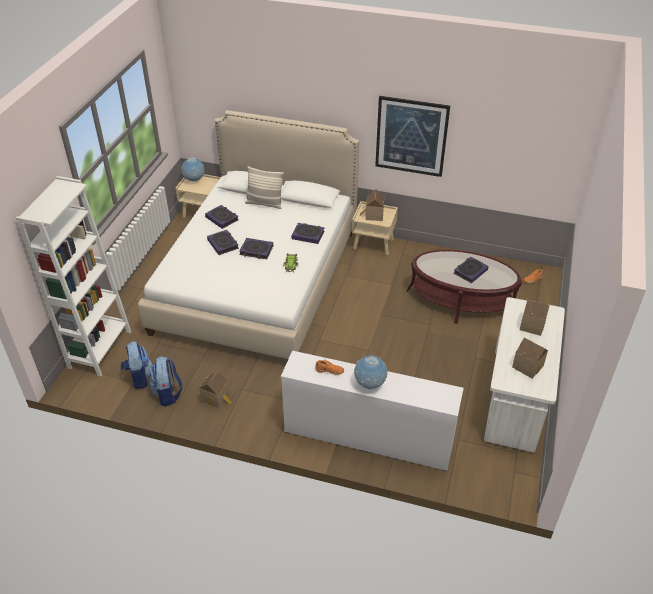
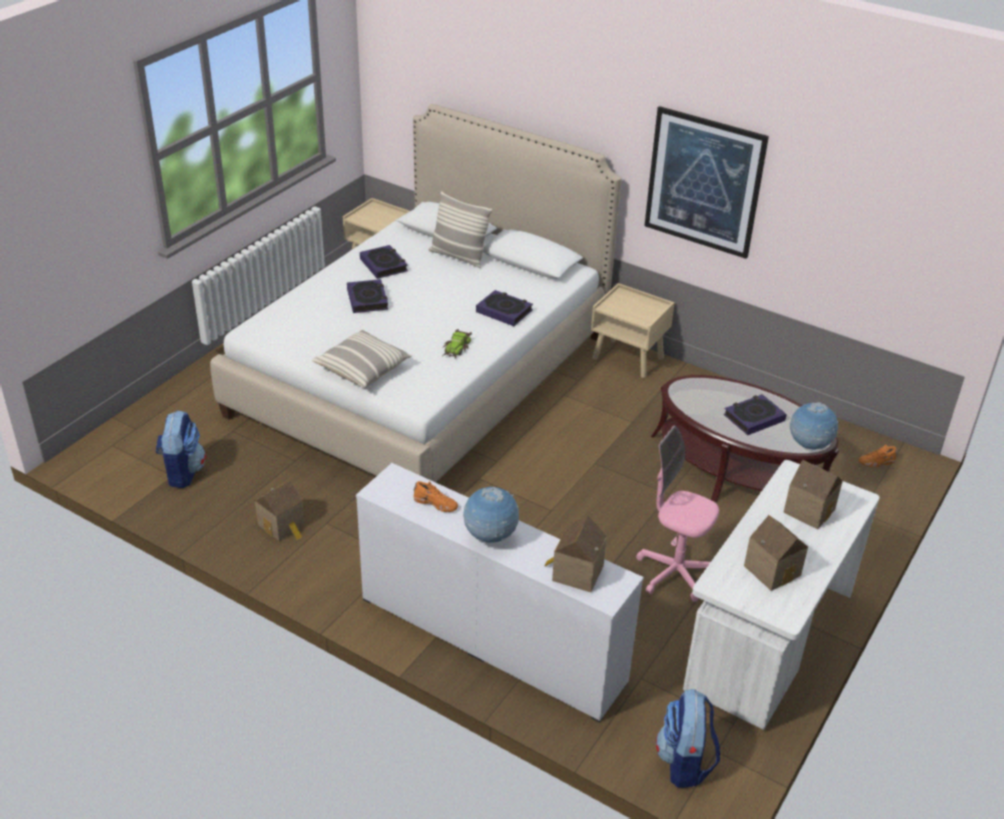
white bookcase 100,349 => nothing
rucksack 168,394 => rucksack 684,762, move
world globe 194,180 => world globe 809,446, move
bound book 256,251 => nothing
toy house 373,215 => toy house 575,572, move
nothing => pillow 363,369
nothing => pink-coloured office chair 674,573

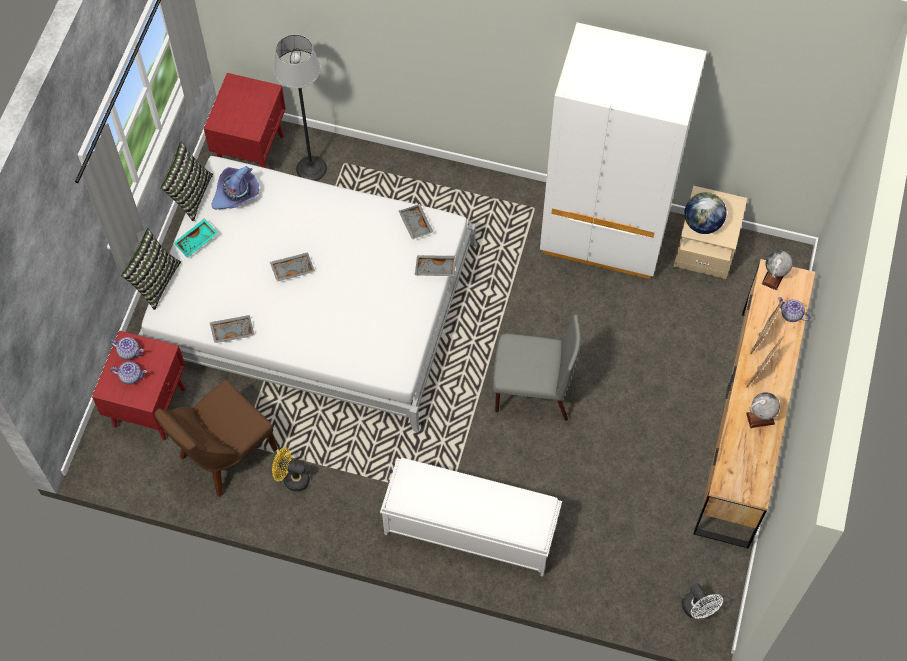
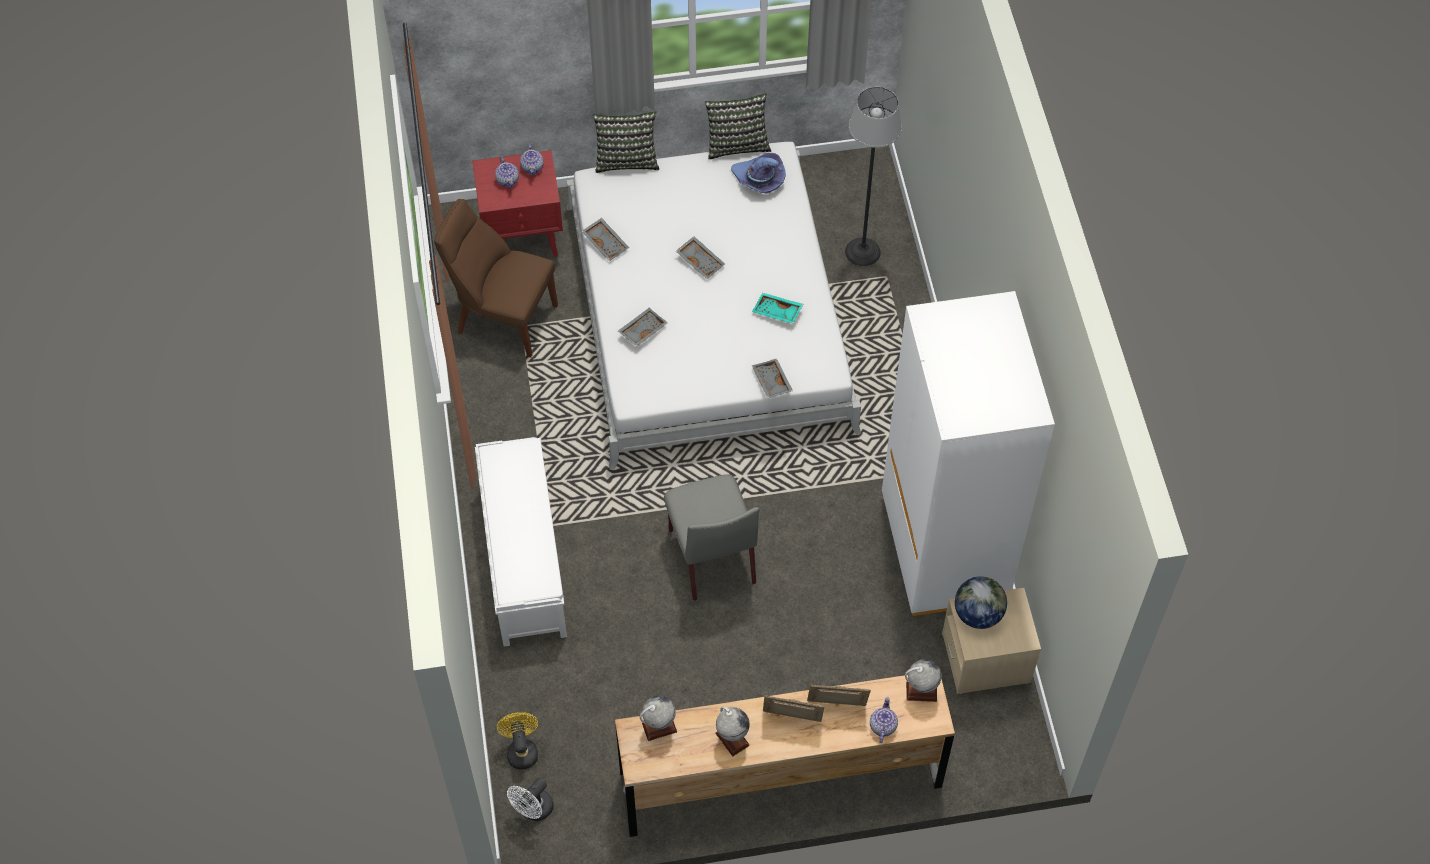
turquoise serving tray 197,241 => turquoise serving tray 777,312, move
reddish nightstand 252,151 => nothing
yellow electric fan 292,479 => yellow electric fan 521,750, move
greyish serving tray 415,224 => greyish serving tray 642,330, move
nothing => world globe 659,727

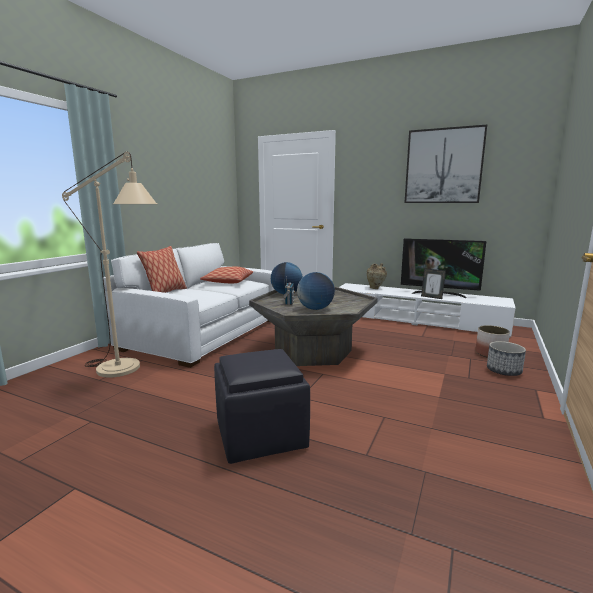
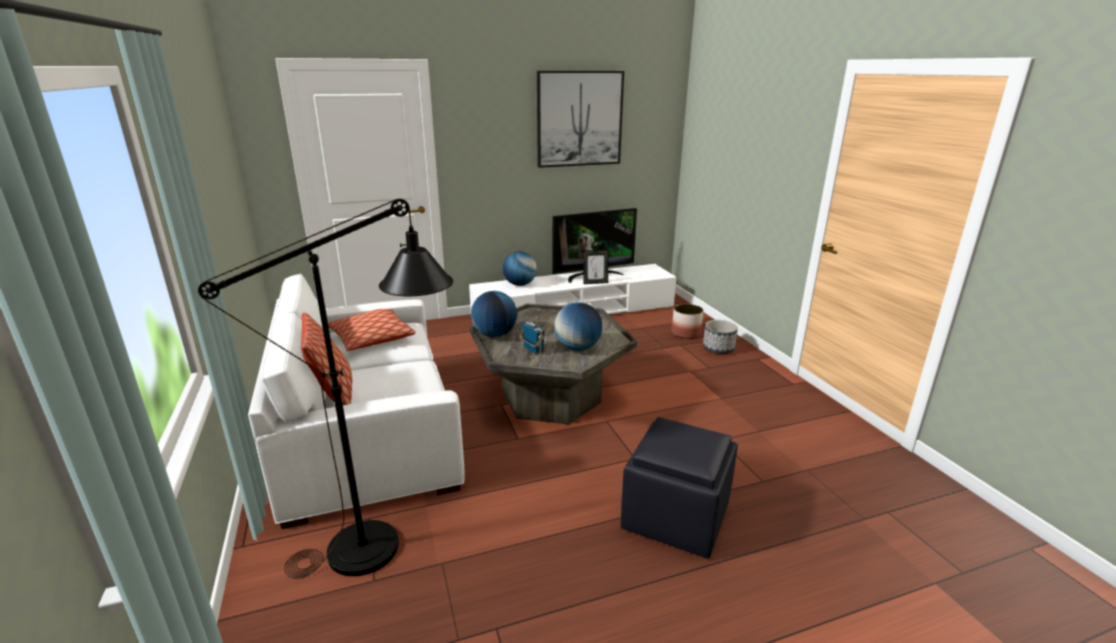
beige standing lamp 127,371 => blackish standing lamp 384,544
beige vase 375,288 => world globe 520,284

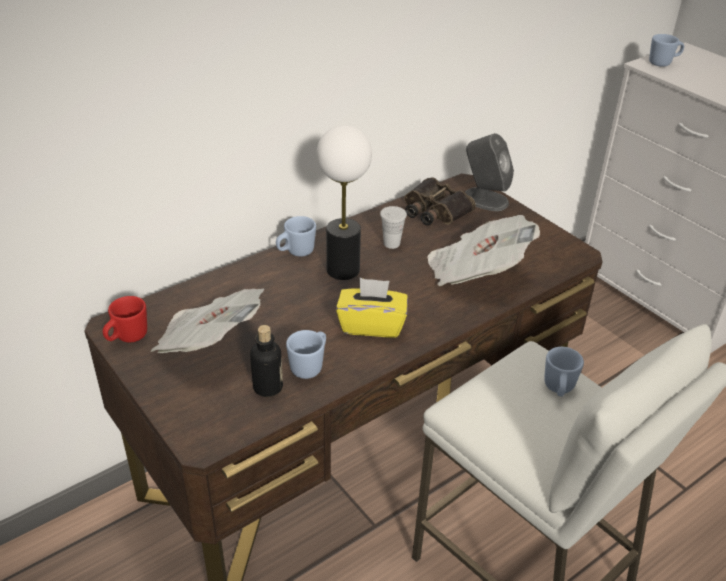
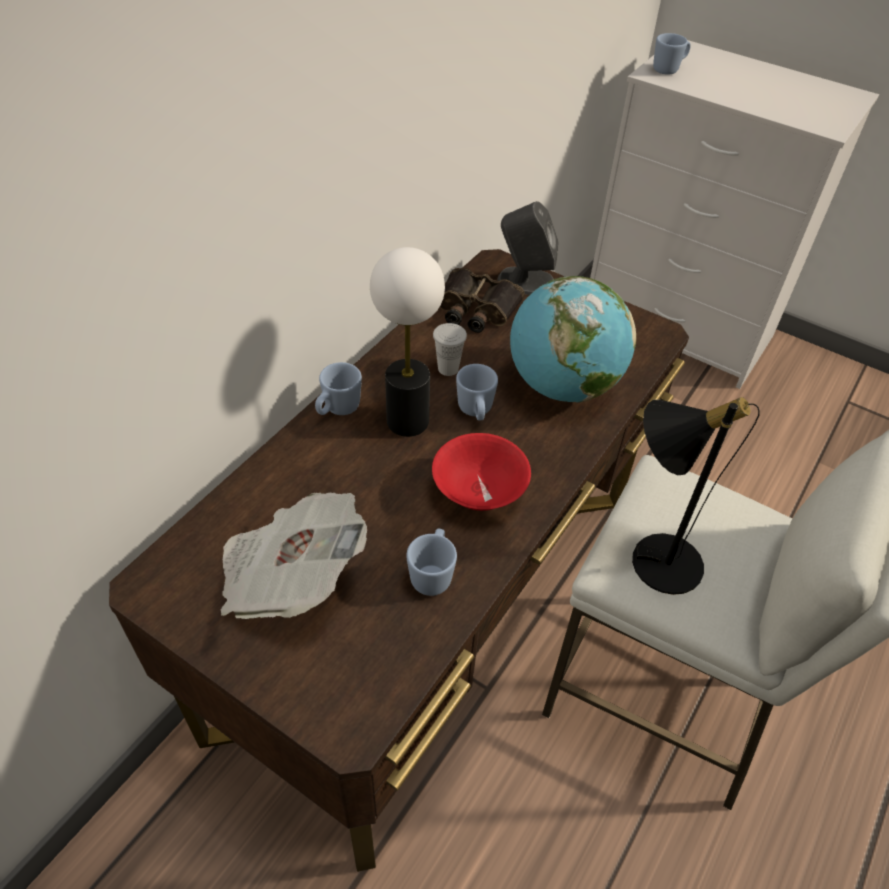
reddish tea mug 127,338 => nothing
beverage bottle 268,387 => nothing
yellow tissue box 371,325 => reddish deep dish 478,492
printed paper 476,272 => world globe 562,385
blue tea mug 558,389 => blue tea mug 475,412, move
nothing => blackish lamp for a table 654,555

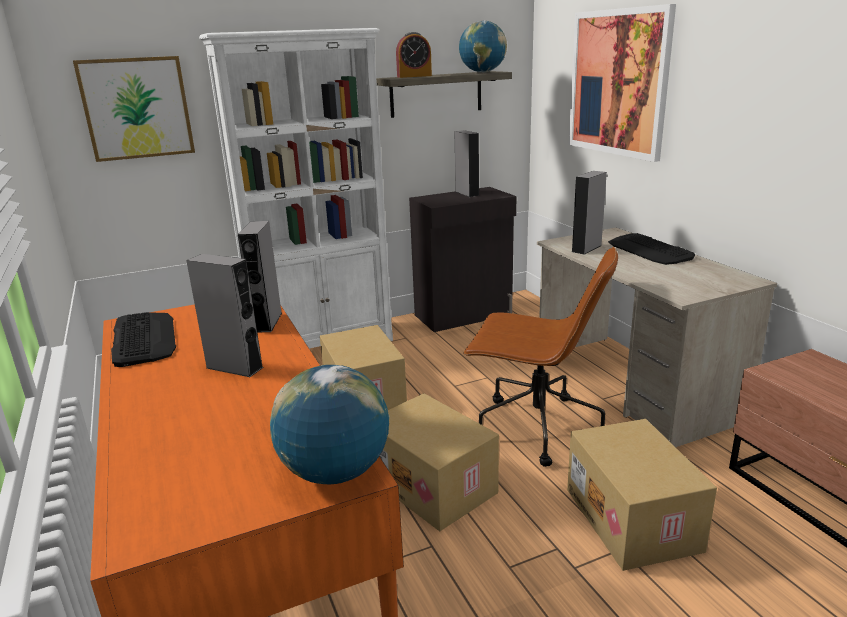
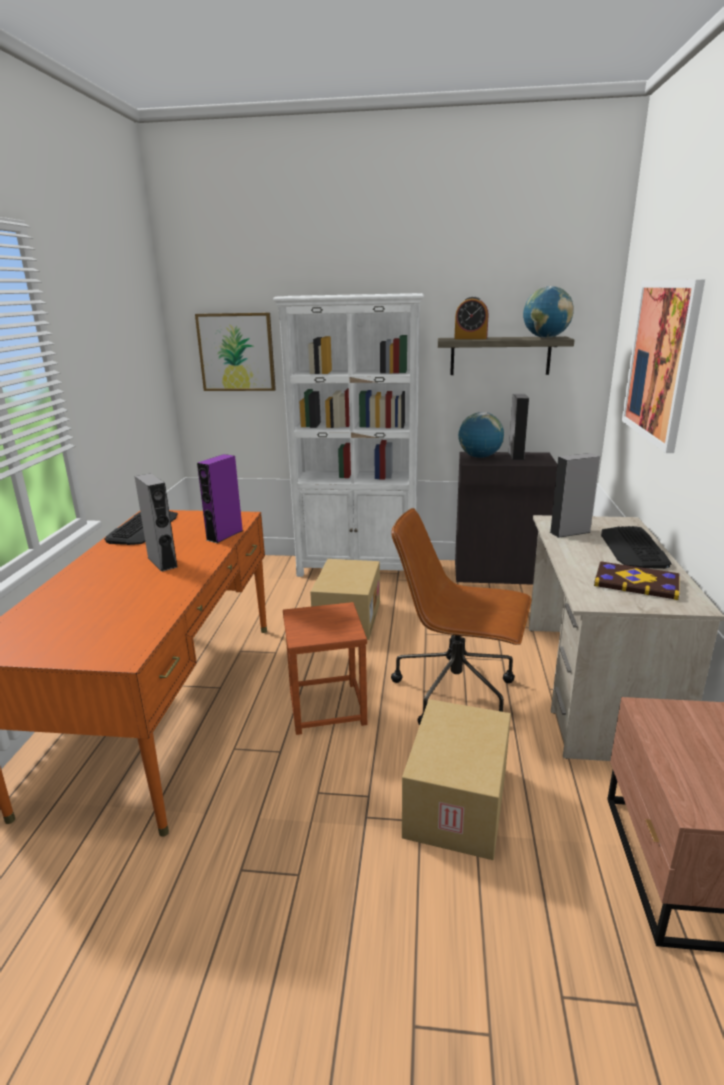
greyish audio speaker 267,322 => purple audio speaker 224,535
world globe 335,472 => world globe 479,457, move
carton 434,485 => brown-coloured stool seat 328,707
brown-coloured office chair 535,427 => brown-coloured office chair 457,692, 150 degrees clockwise
nothing => bound book 636,582

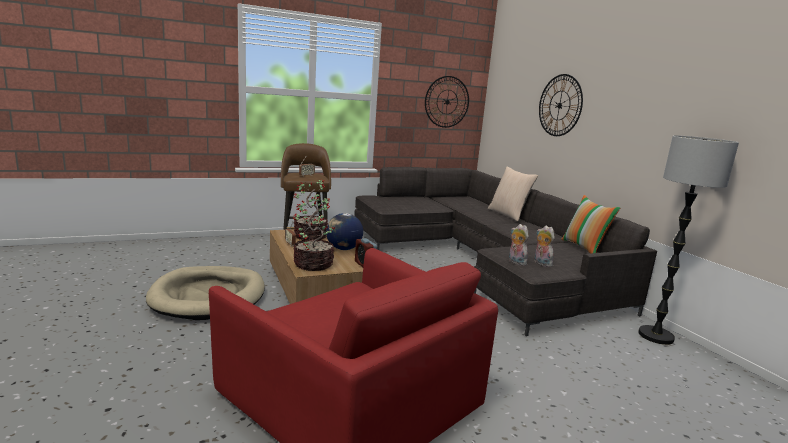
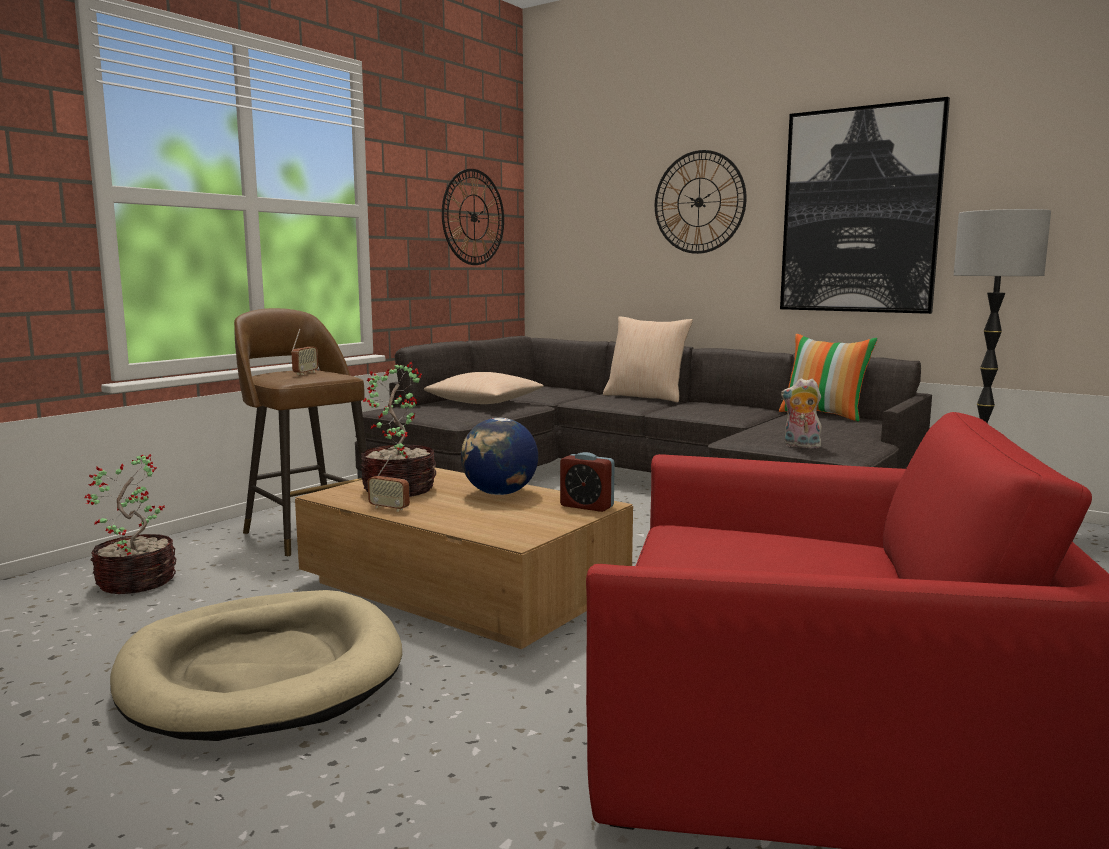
plant in a pot 314,264 => plant in a pot 137,581, move
cuddly toy 541,263 => nothing
nothing => beige pillow 484,402
nothing => wall art 860,211

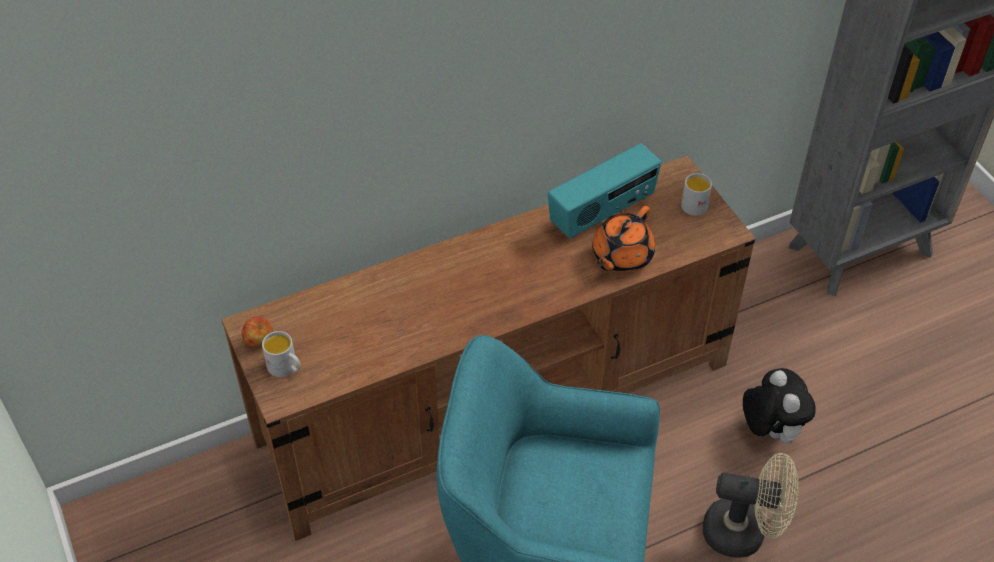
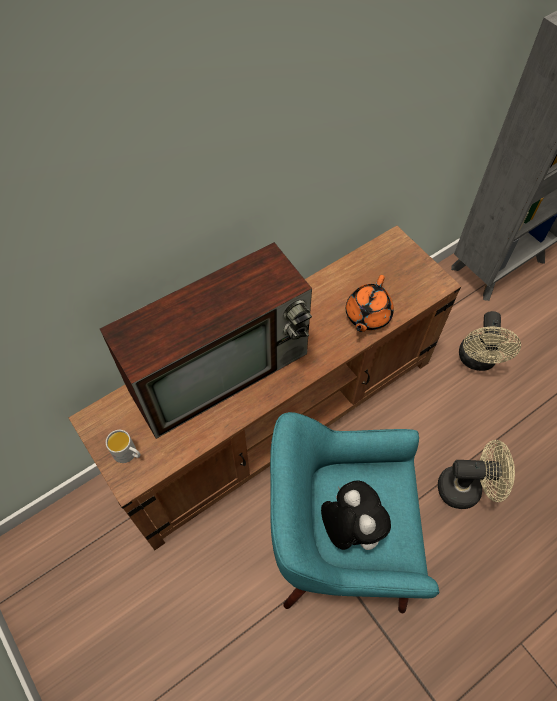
apple 259,341 => nothing
radio 602,213 => nothing
white tea mug 695,203 => nothing
cuddly toy 770,430 => cuddly toy 349,528, move
nothing => television 221,369
nothing => beige electric fan 477,361

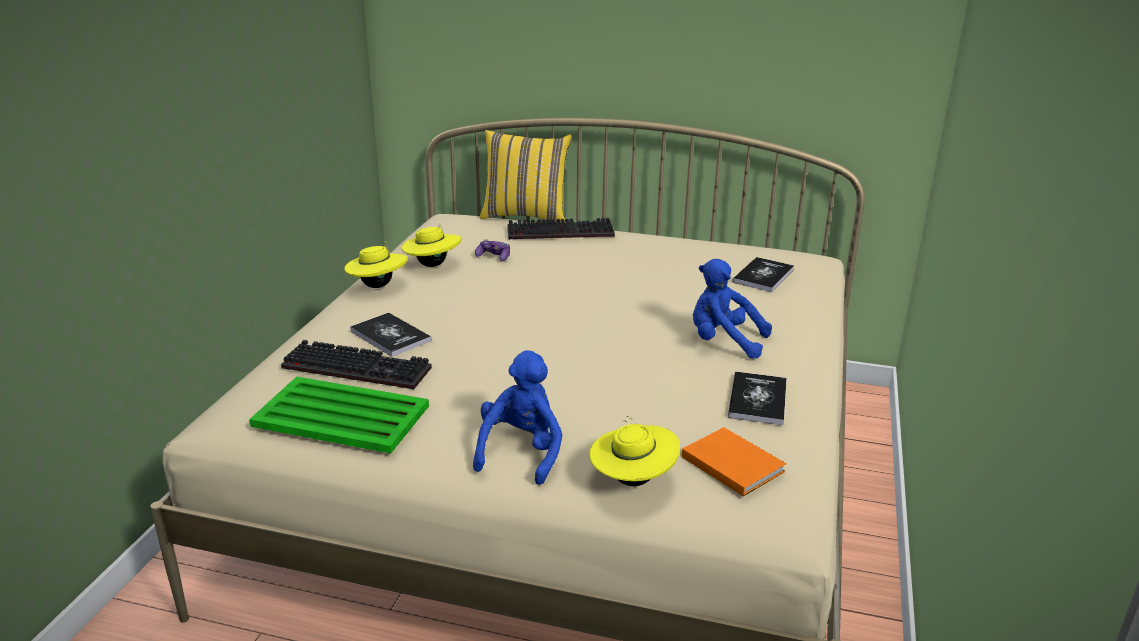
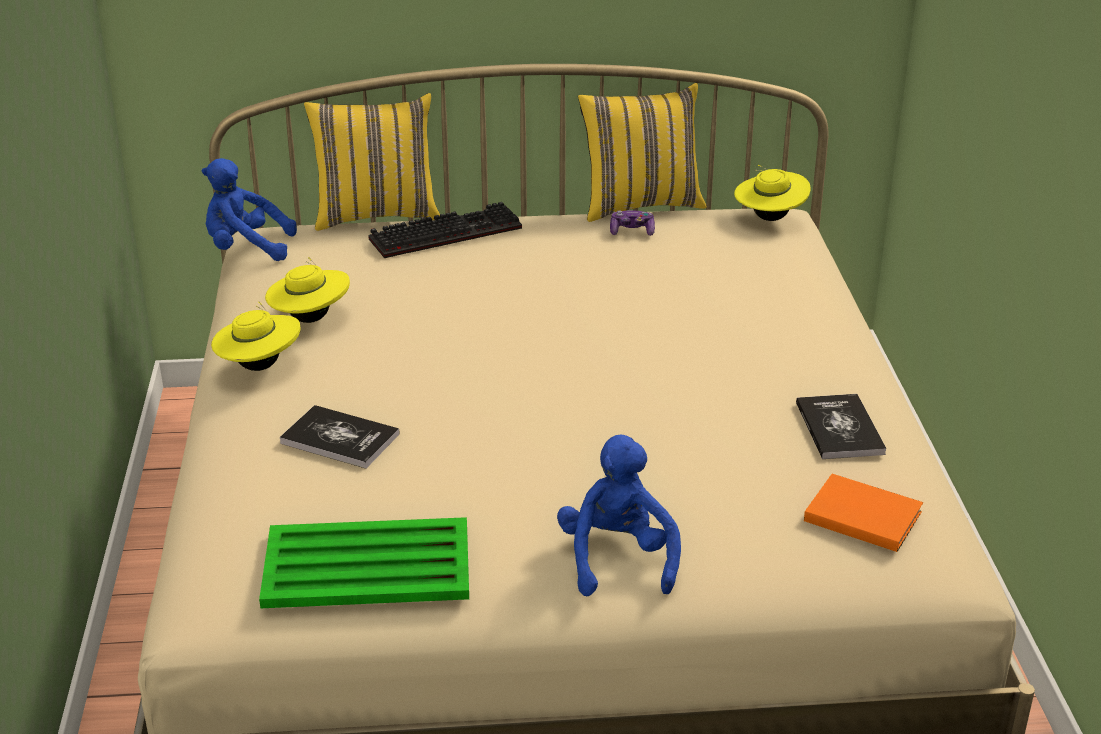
computer keyboard 360,367 => nothing
joypad 494,257 => joypad 632,231, move
yellow clothing hat 632,480 => yellow clothing hat 769,218, move
blue cuddly toy 723,342 => blue cuddly toy 246,249, move
bound book 763,276 => nothing
nothing => yellow pillow 640,205

